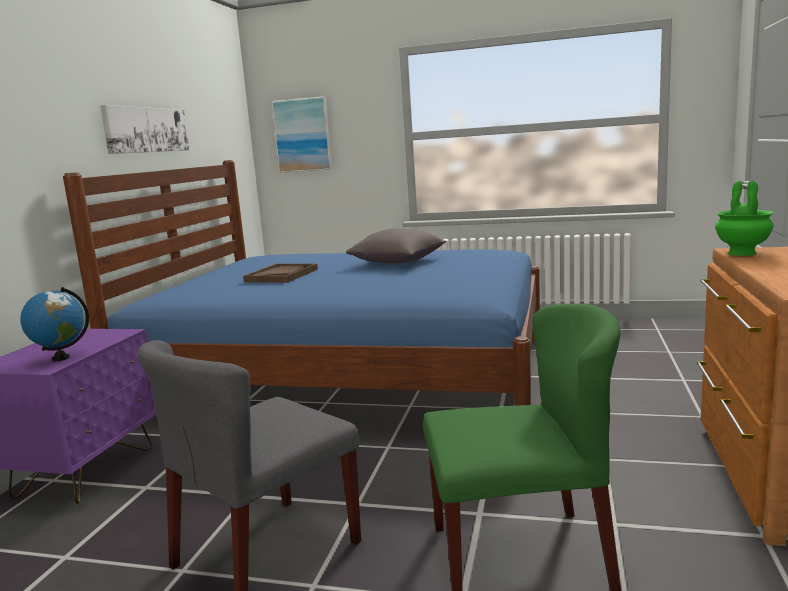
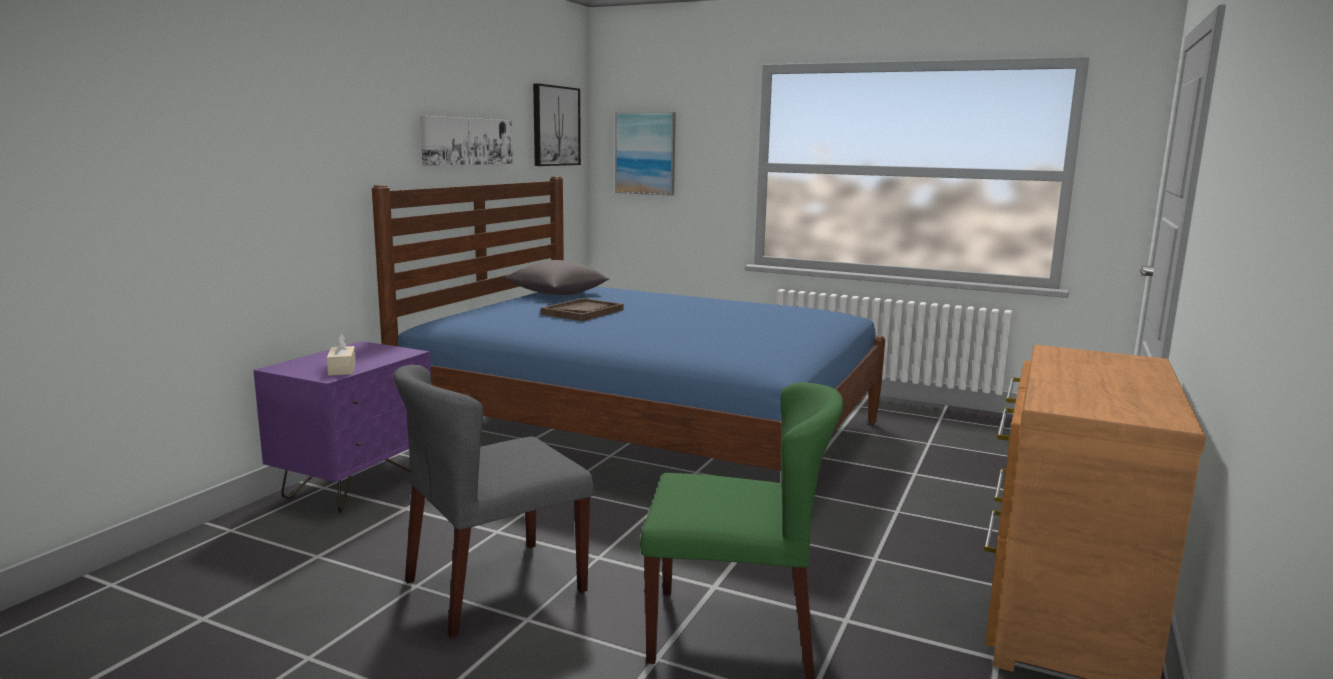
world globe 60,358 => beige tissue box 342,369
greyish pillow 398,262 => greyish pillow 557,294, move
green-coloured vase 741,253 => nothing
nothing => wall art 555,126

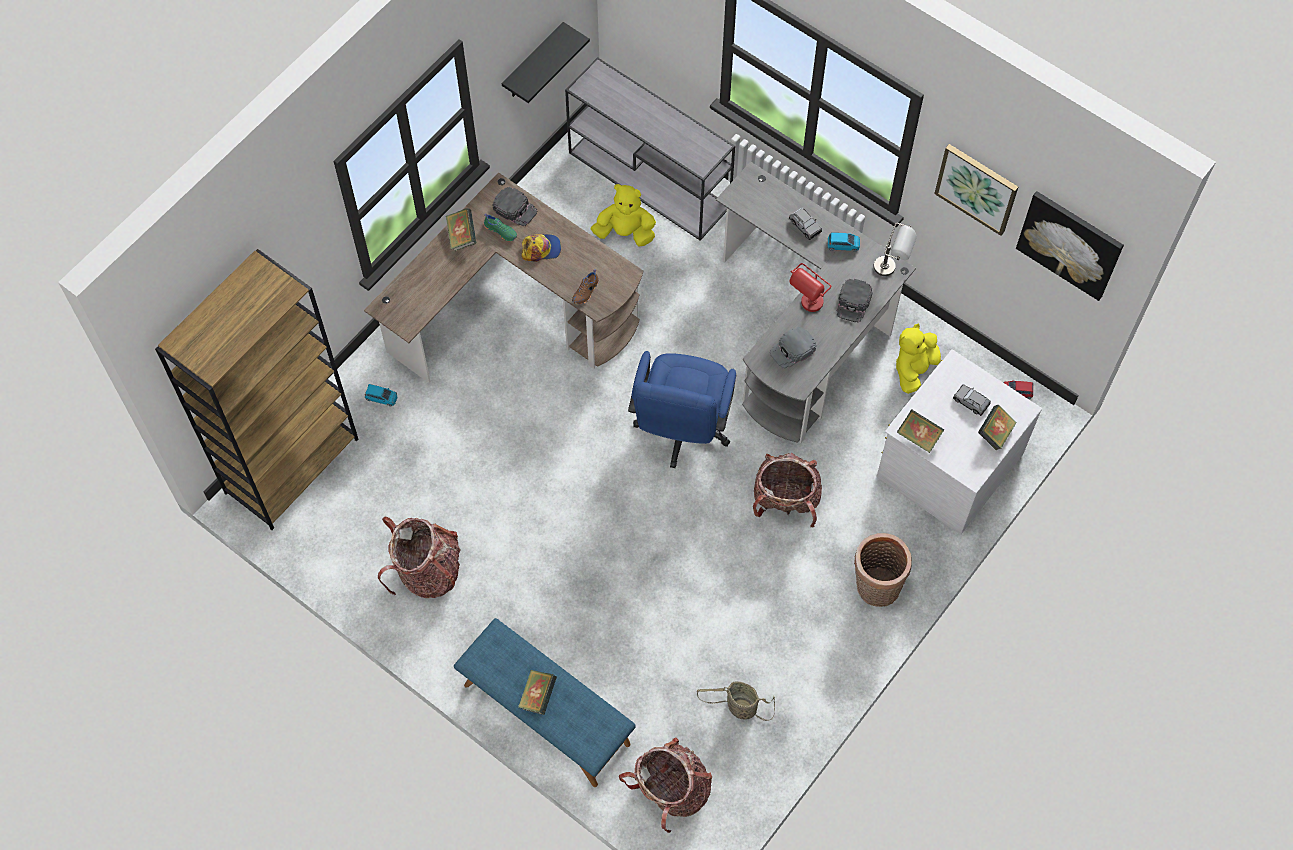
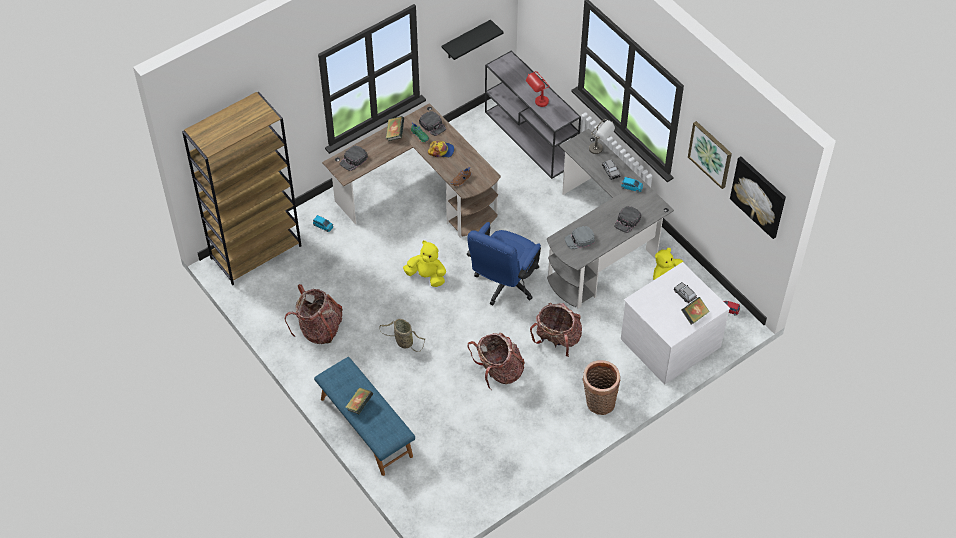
yellow cuddly toy 625,232 => yellow cuddly toy 427,276, move
rucksack 670,791 => rucksack 499,372, move
storage basket 739,707 => storage basket 403,341, move
reddish lamp for a table 807,307 => reddish lamp for a table 538,104, move
greyish lamp for a table 892,268 => greyish lamp for a table 600,150, move
bound book 918,437 => nothing
nothing => blackish peaked cap 353,160

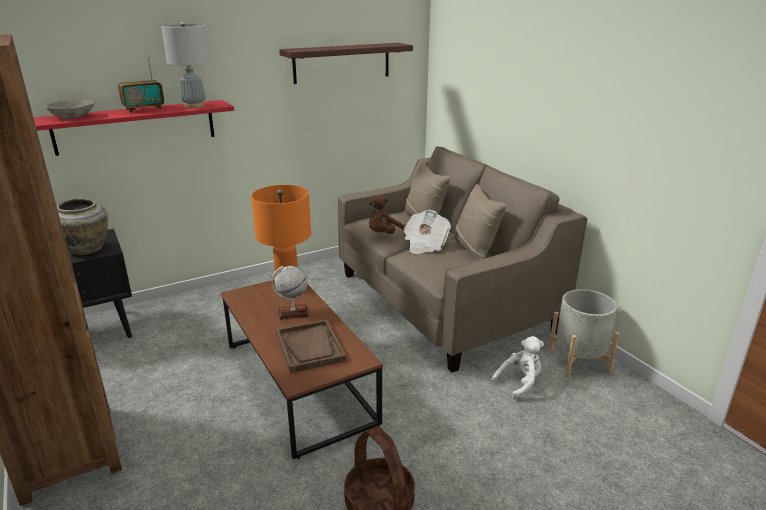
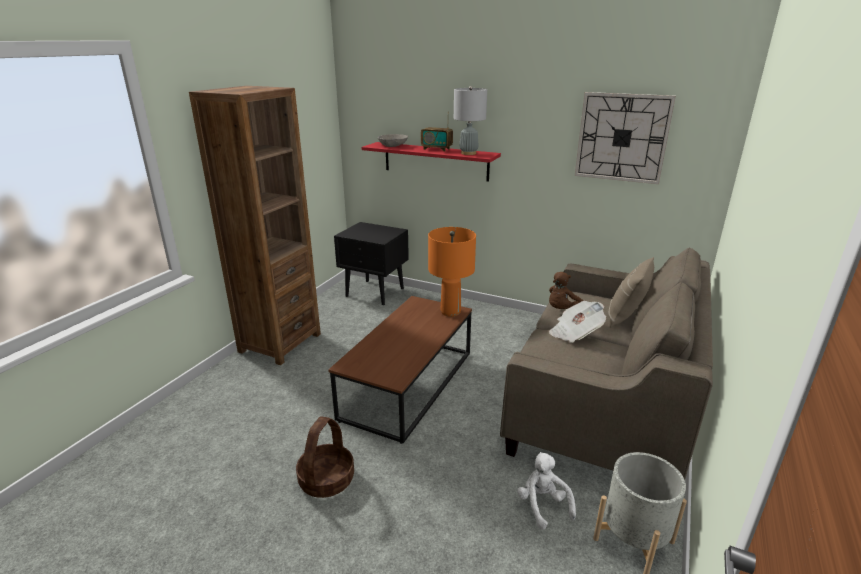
beige vase 86,249 => nothing
world globe 293,313 => nothing
brown-coloured serving tray 310,347 => nothing
wall shelf 342,63 => hanging clock 622,137
brown-coloured cuddly toy 384,234 => brown-coloured cuddly toy 562,310, 60 degrees counterclockwise
beige pillow 475,249 => nothing
white cuddly toy 520,382 => white cuddly toy 542,505, 135 degrees counterclockwise

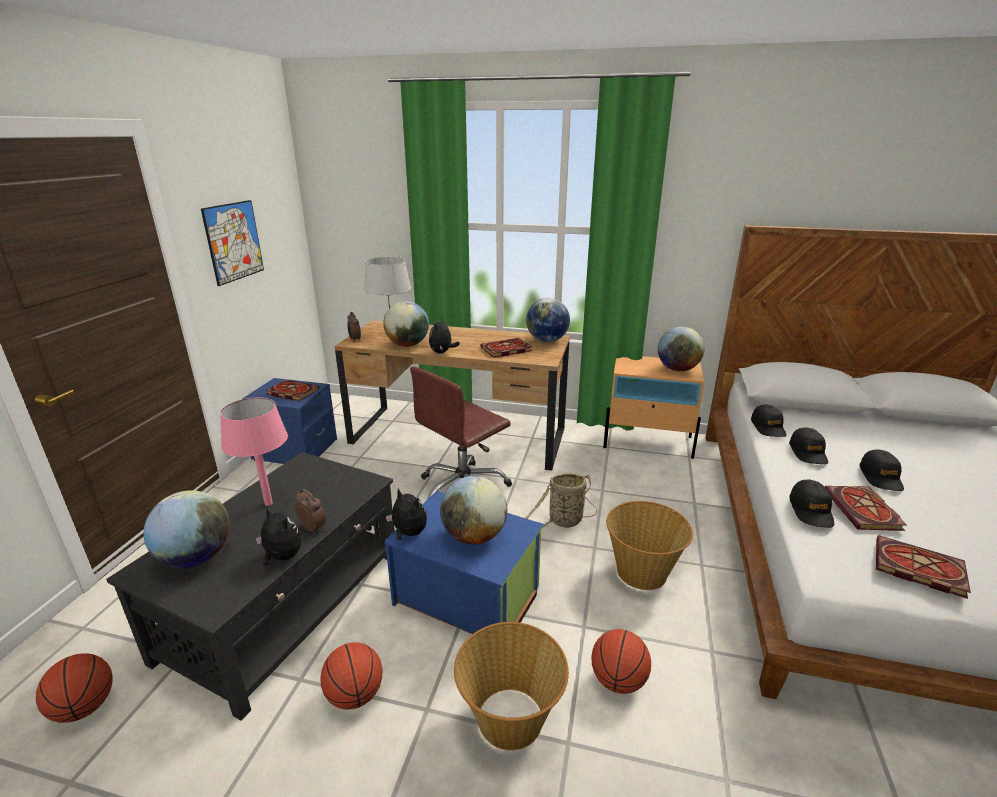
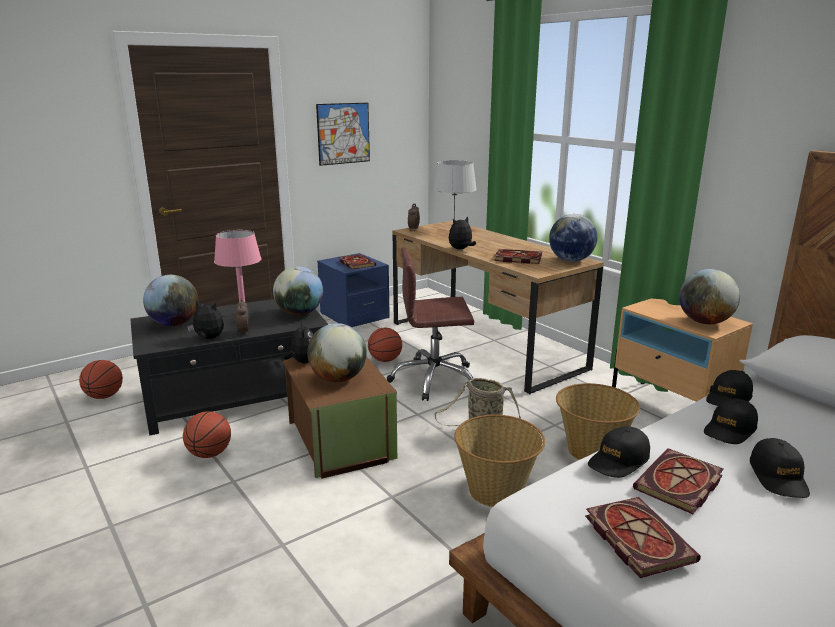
cuddly toy 282,557 => cuddly toy 208,338, 60 degrees counterclockwise
world globe 408,345 => world globe 299,314, move
blue storage box 466,597 => brown-coloured storage box 339,441
storage basket 510,719 => storage basket 591,451, move
basketball 618,681 => basketball 385,360, move
blackish peaked cap 881,477 => blackish peaked cap 778,477, 45 degrees counterclockwise

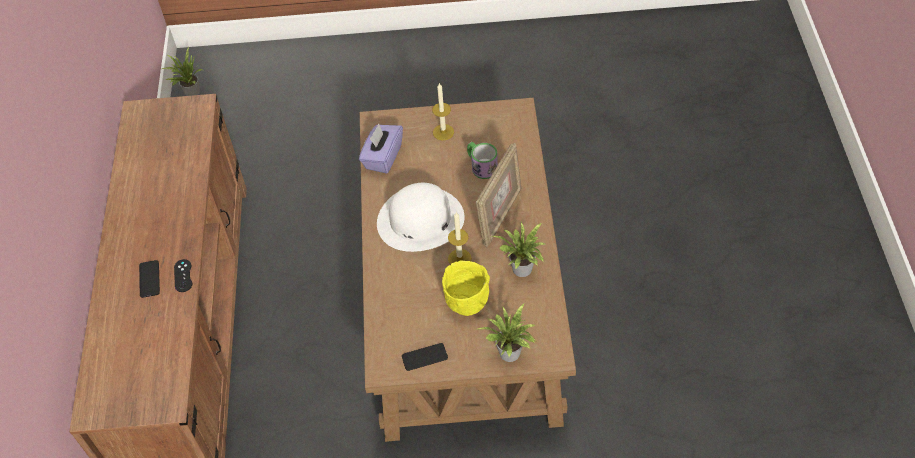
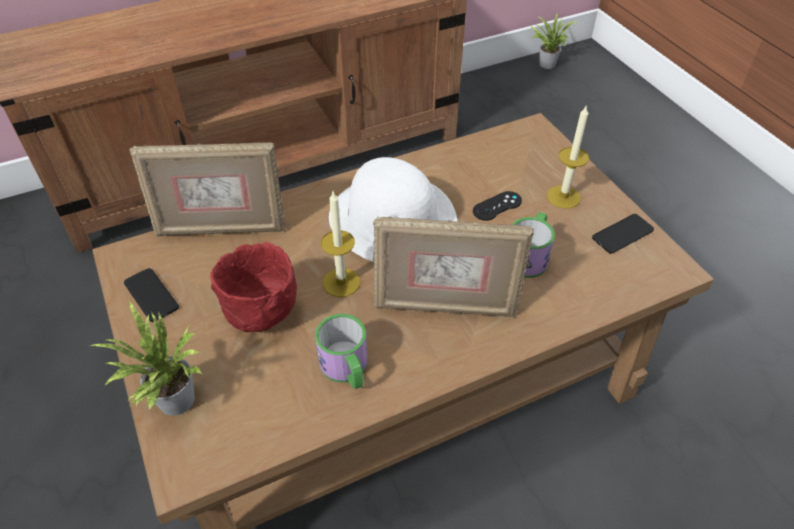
phone 149,279 => phone 622,234, move
blackish joypad 183,276 => blackish joypad 497,206, move
purple tissue box 382,157 => nothing
yellow deep dish 467,302 => reddish deep dish 263,315
plant in a pot 522,271 => tea mug 347,369
nothing => picture frame 221,229

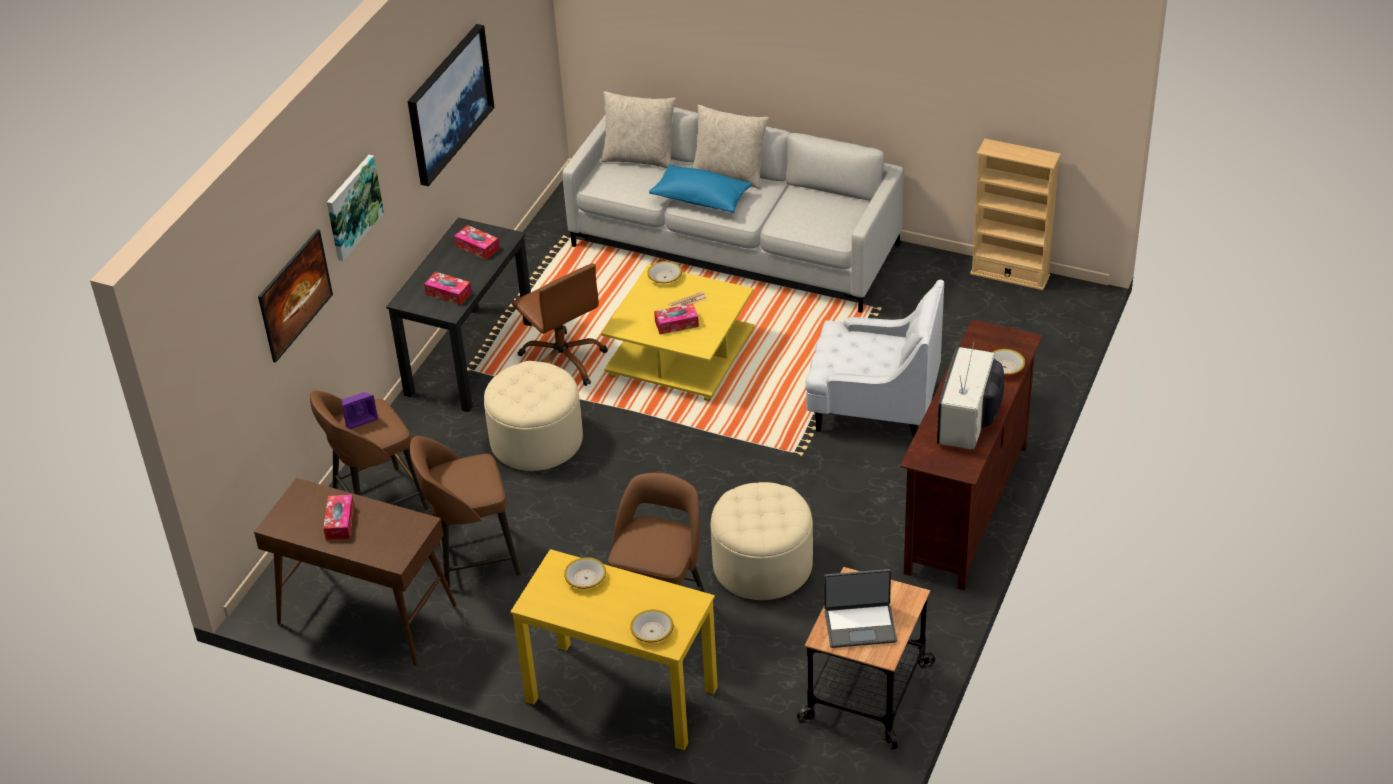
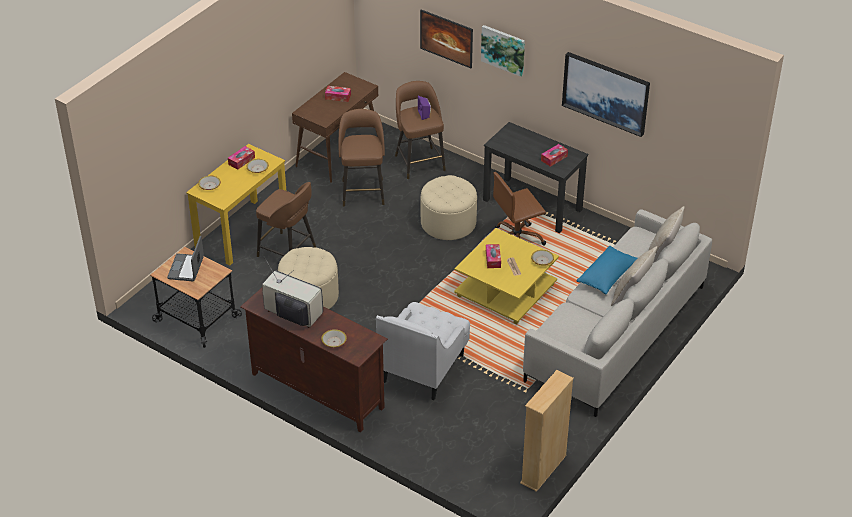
tissue box 448,293 => tissue box 241,161, move

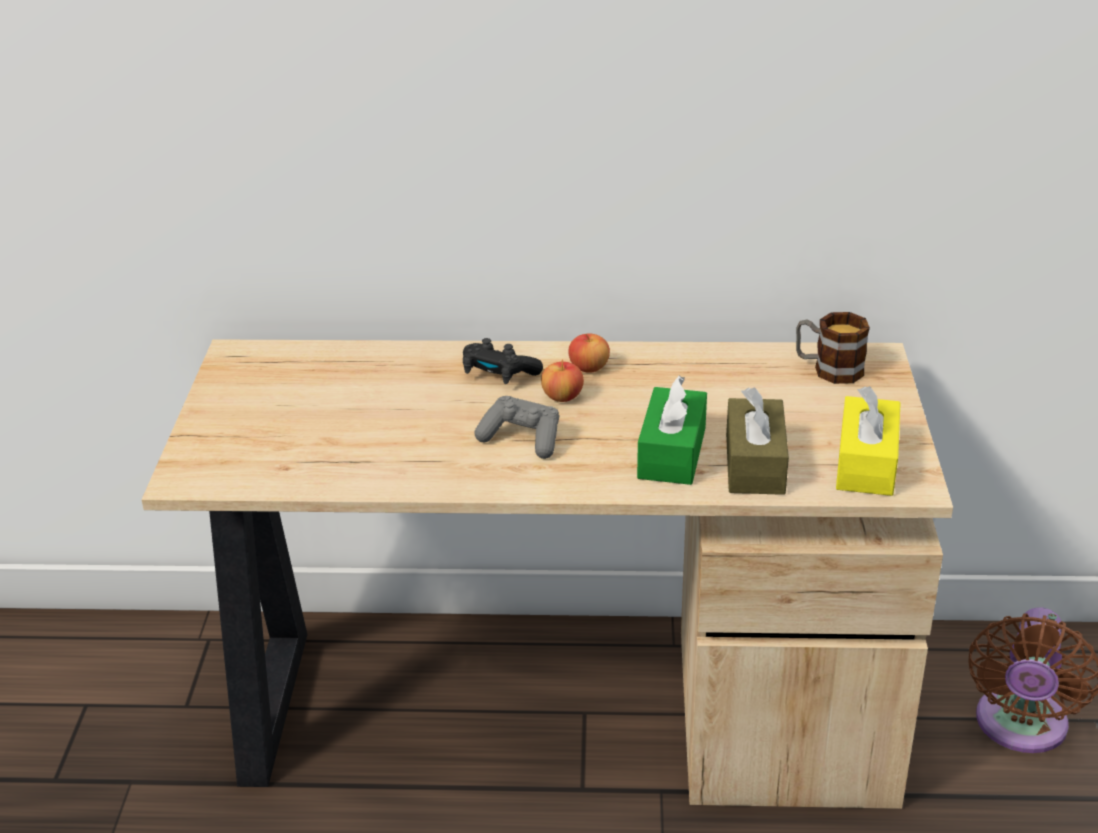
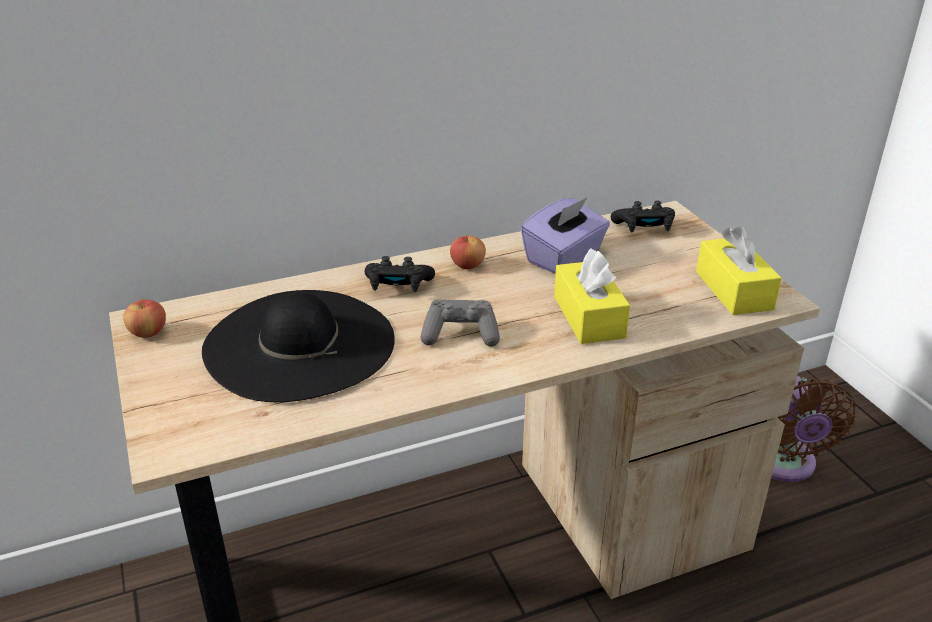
apple 562,397 => apple 148,332, move
green-coloured tissue box 672,453 => yellow tissue box 588,317
brown-coloured tissue box 755,464 => nothing
tea mug 828,369 => blackish joypad 644,228
nothing => blackish clothing hat 299,344
nothing => purple tissue box 564,258

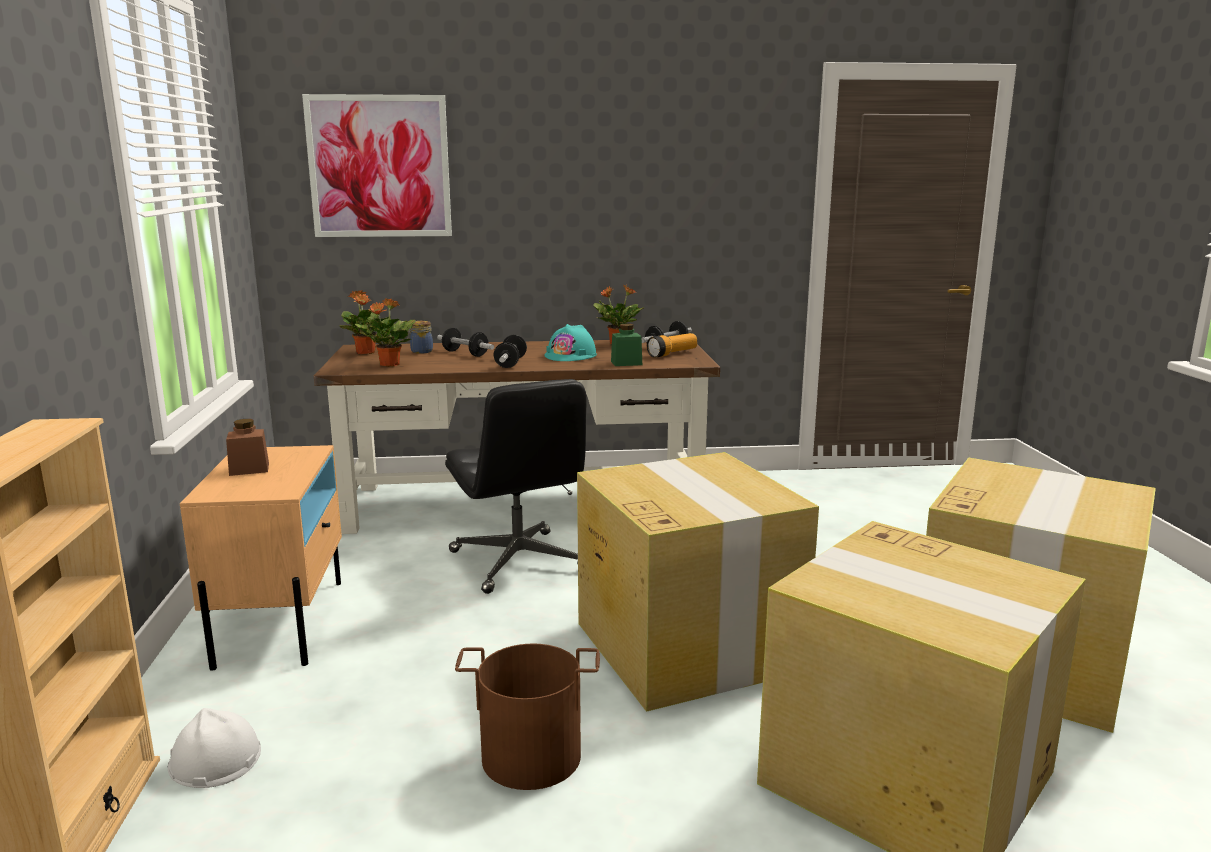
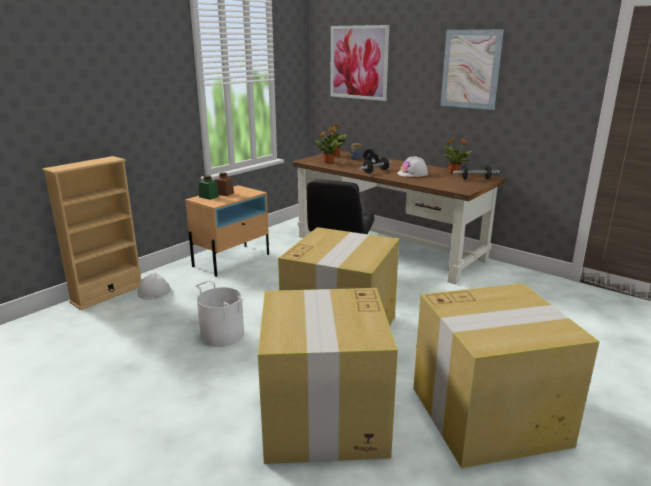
brown-coloured water bucket 531,755 => white water bucket 223,334
turquoise safety helmet 571,355 => white safety helmet 412,173
green-coloured preserve jar 626,363 => green-coloured preserve jar 209,197, move
hand torch 672,354 => nothing
nothing => wall art 470,69

